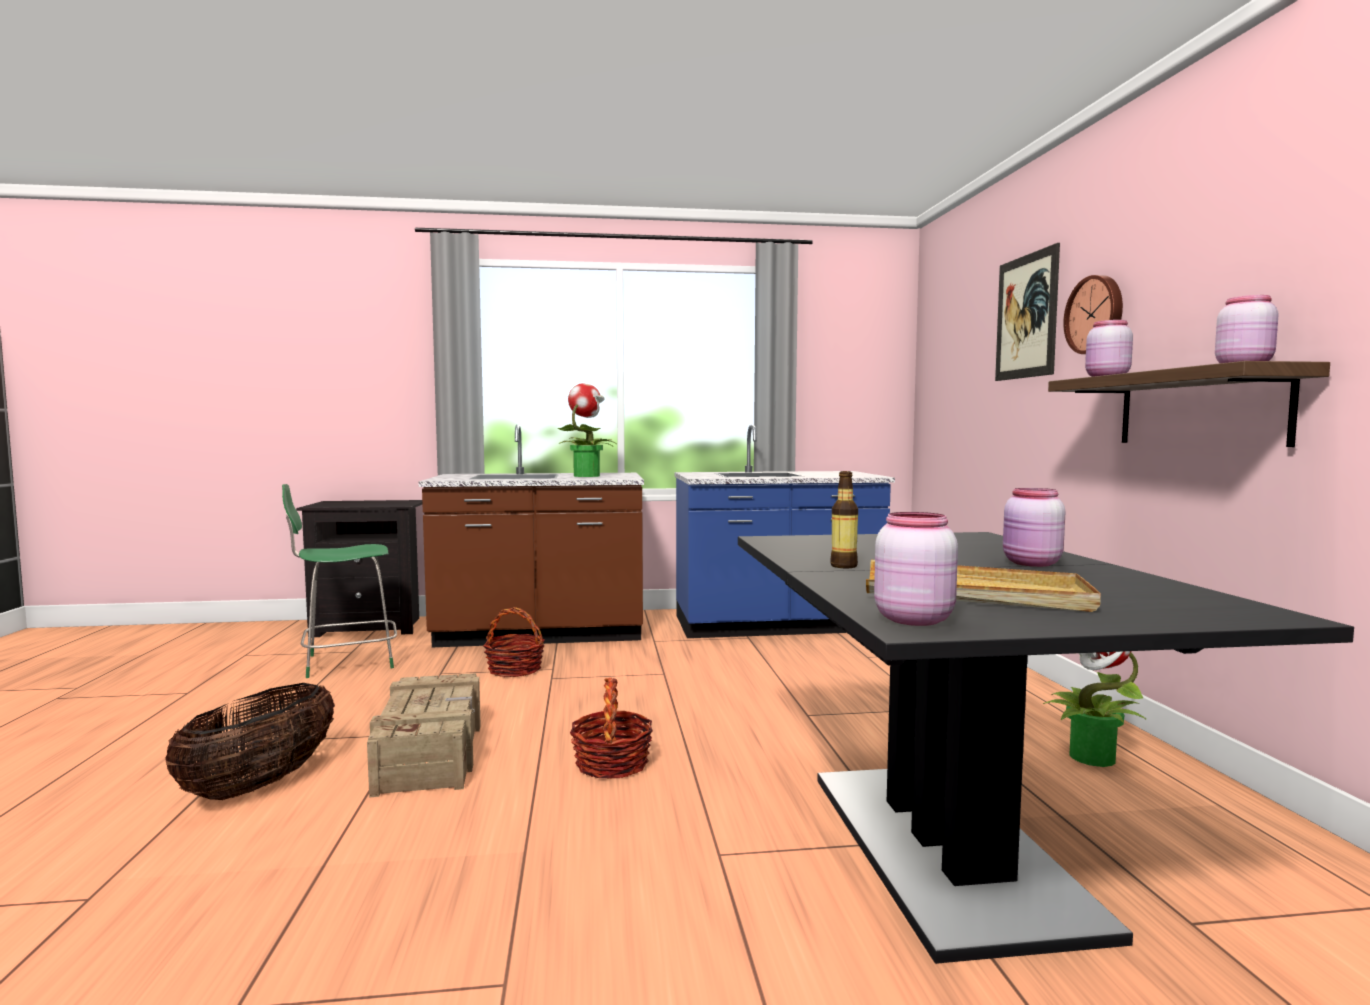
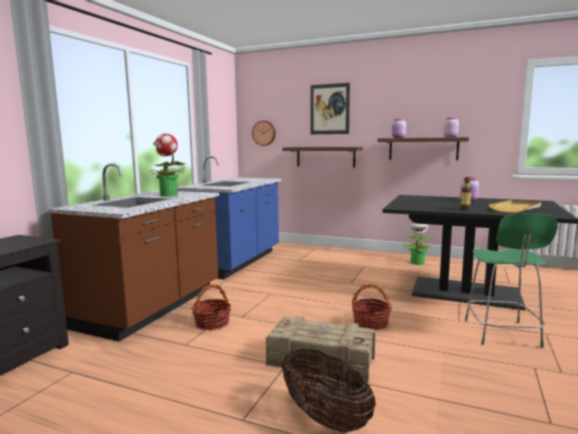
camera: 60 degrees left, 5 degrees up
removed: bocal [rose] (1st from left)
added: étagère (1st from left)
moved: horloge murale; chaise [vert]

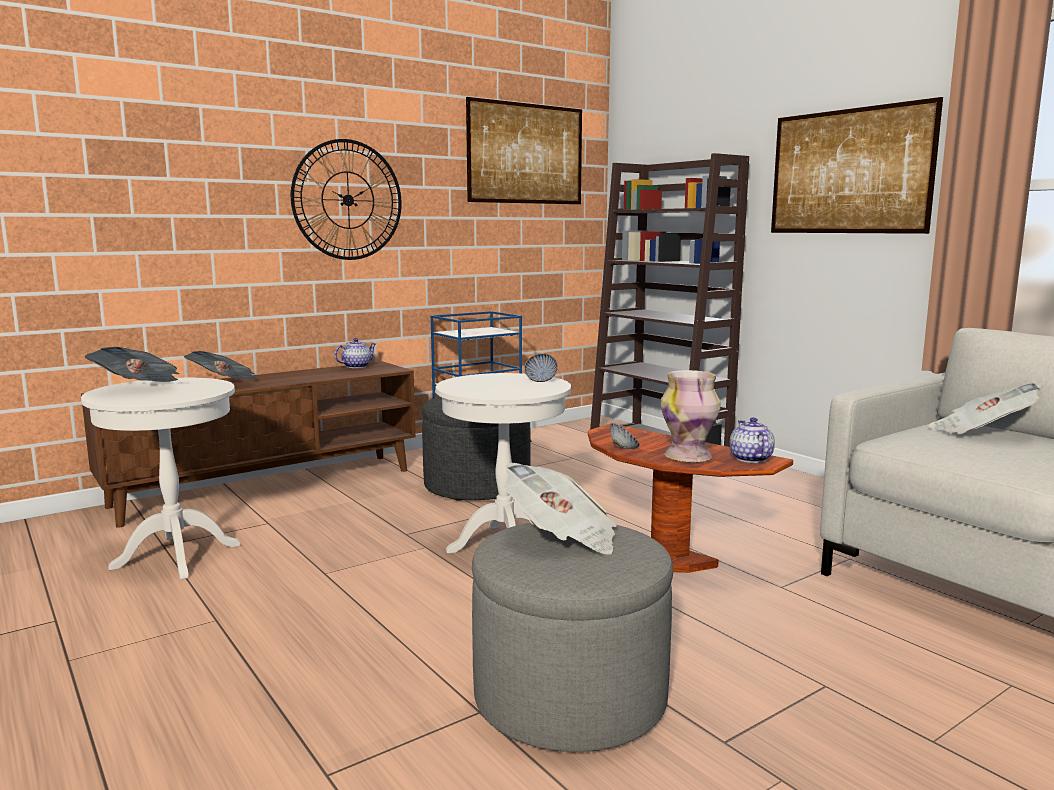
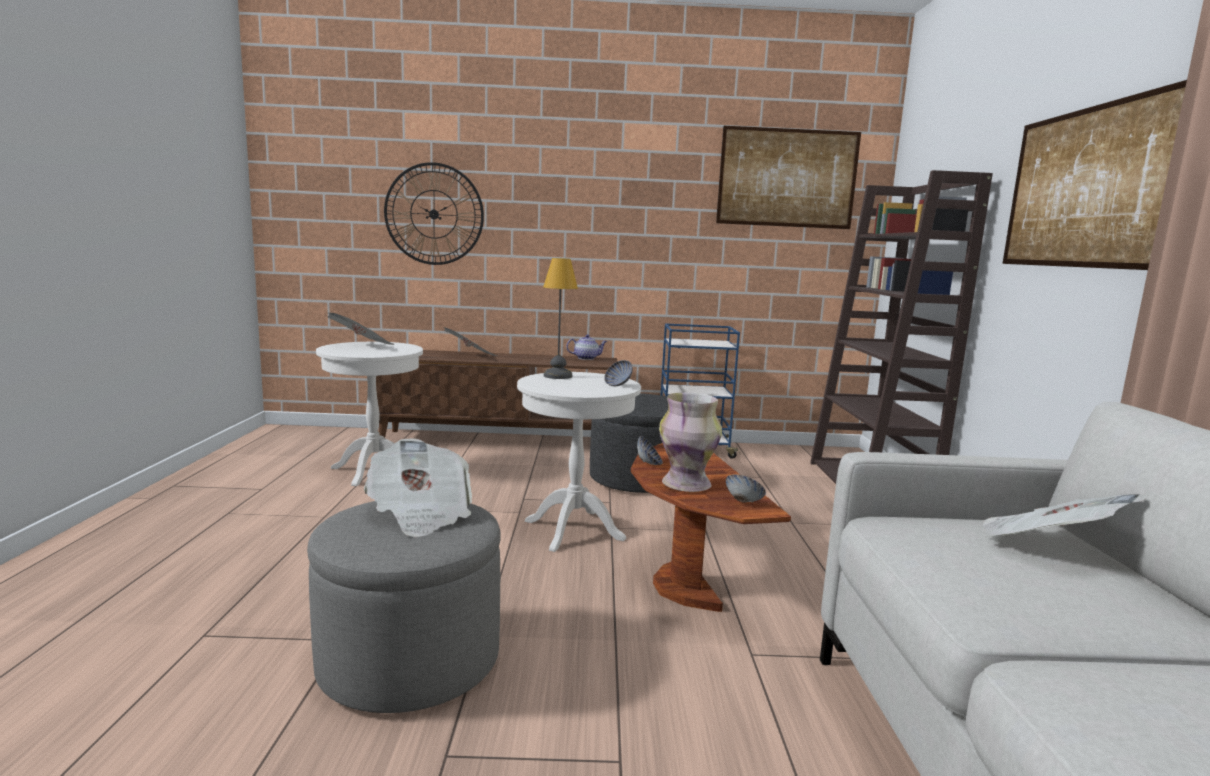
camera: 35 degrees right, 0 degrees up
added: lampe de table
moved: horloge murale
replaced: théière (2nd from left) to bol (3rd from left)

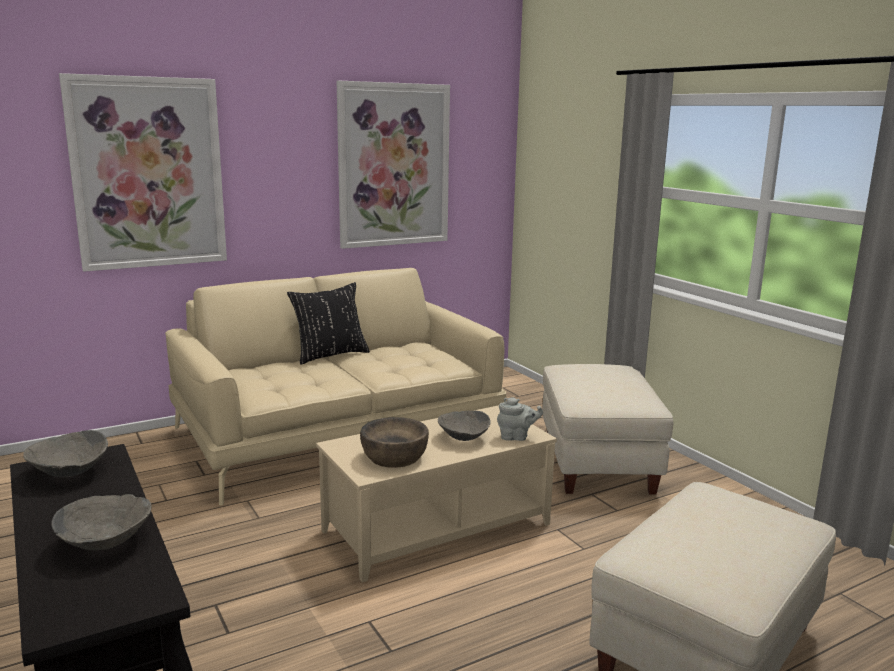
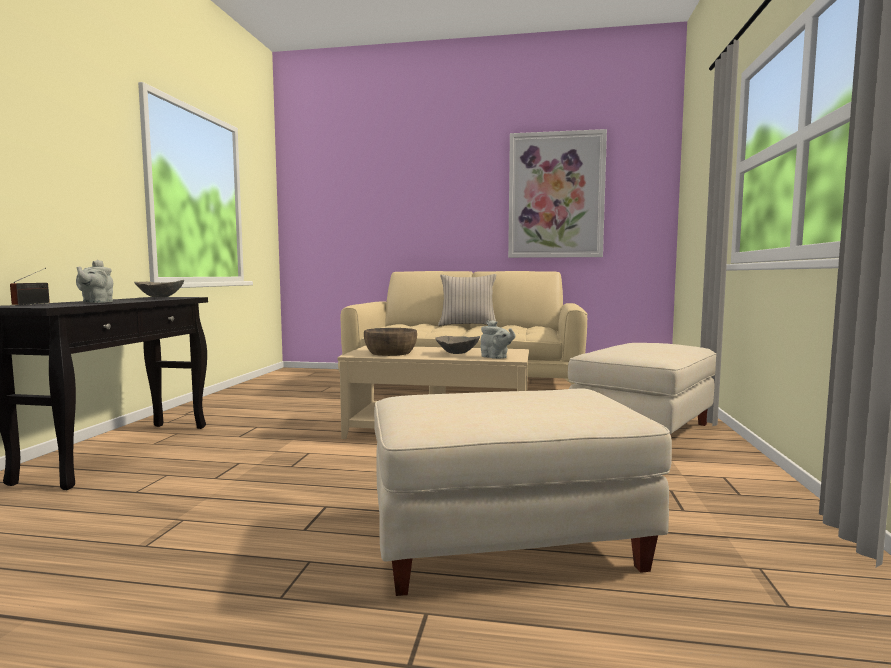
camera: 40 degrees right, 10 degrees down
removed: tableau (1st from left)
added: radio
replaced: bol [gris] (2nd from left) to théière [gris] (1st from left)
recoloured: coussin [noir] to coussin [beige]

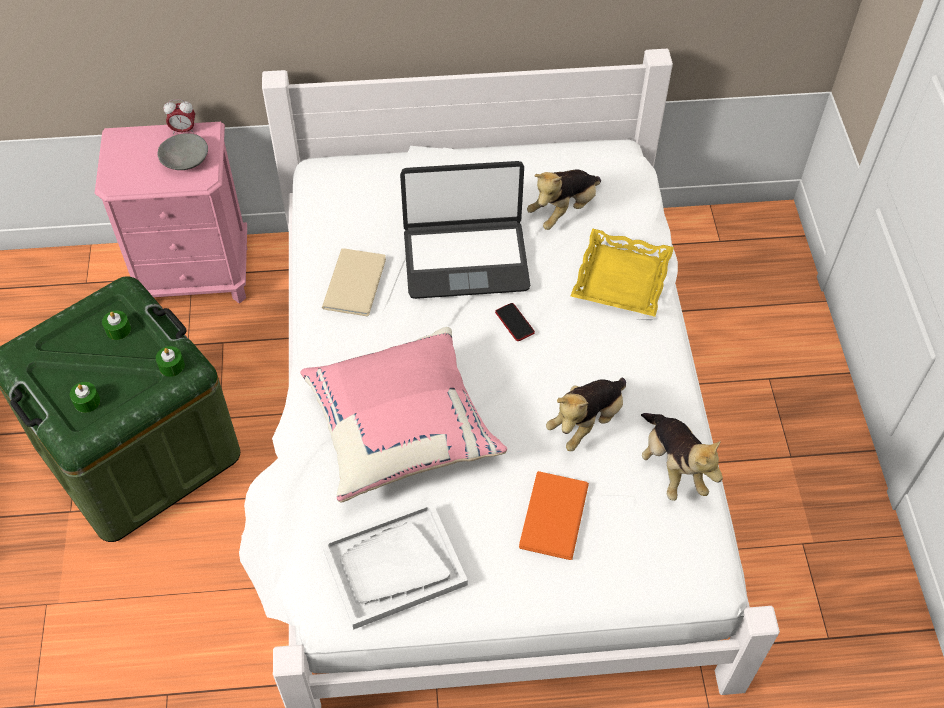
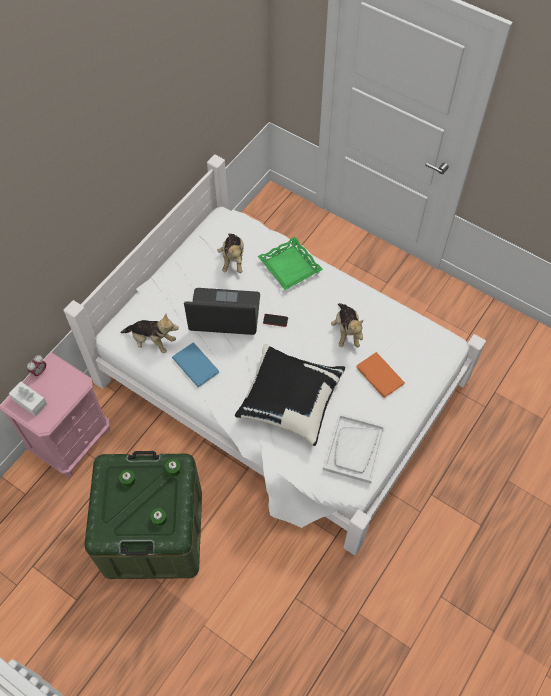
camera: 50 degrees left, 5 degrees up
removed: bol [gris]
added: boîte à mouchoirs [blanc]
moved: peluche (3rd from left in the first image) to peluche (1st from left)
recoloured: plateau [jaune] to plateau [vert]; livre [beige] to livre [bleu]; coussin [rose] to coussin [noir]
turned: ordinateur portable 120 degrees counterclockwise

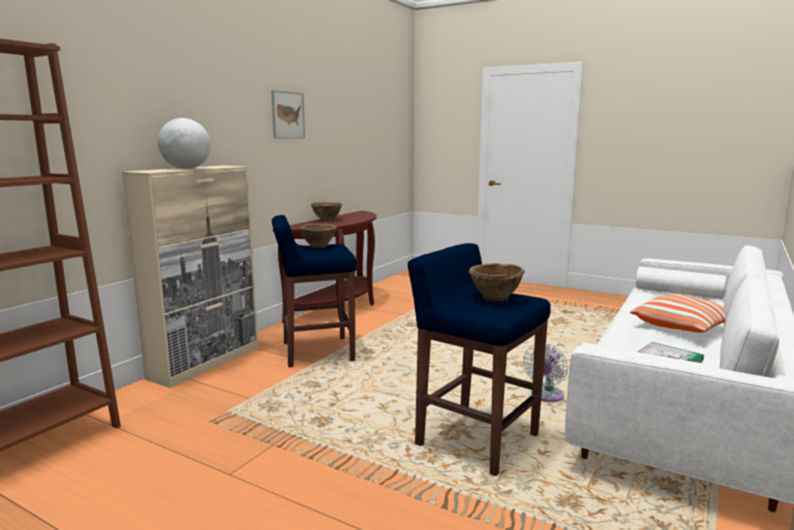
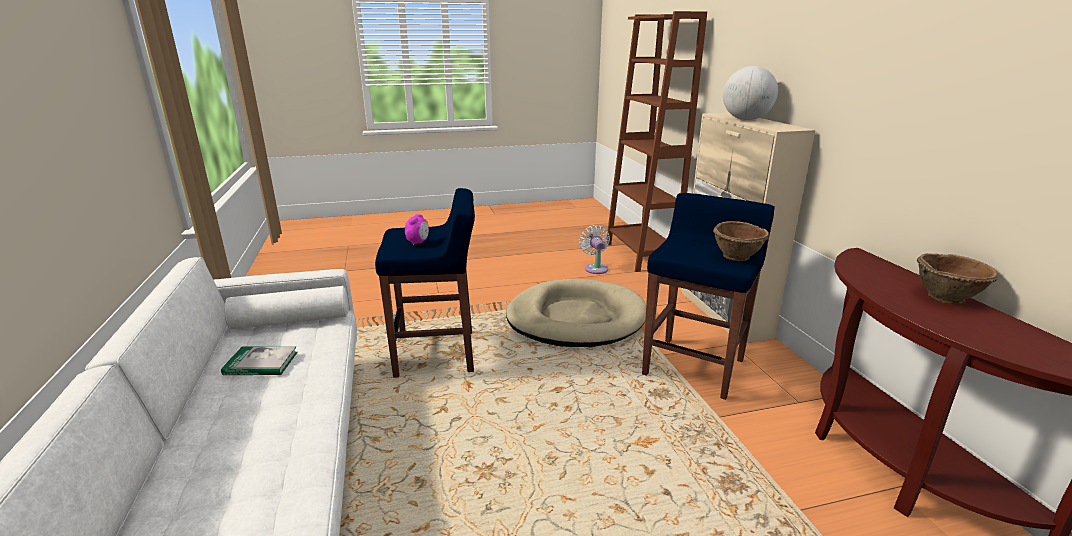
camera: 135 degrees right, 10 degrees up
removed: tableau; coussin
added: panier pour chien [beige]
moved: ventilateur [blanc]
replaced: bol [marron] (3rd from left) to réveil

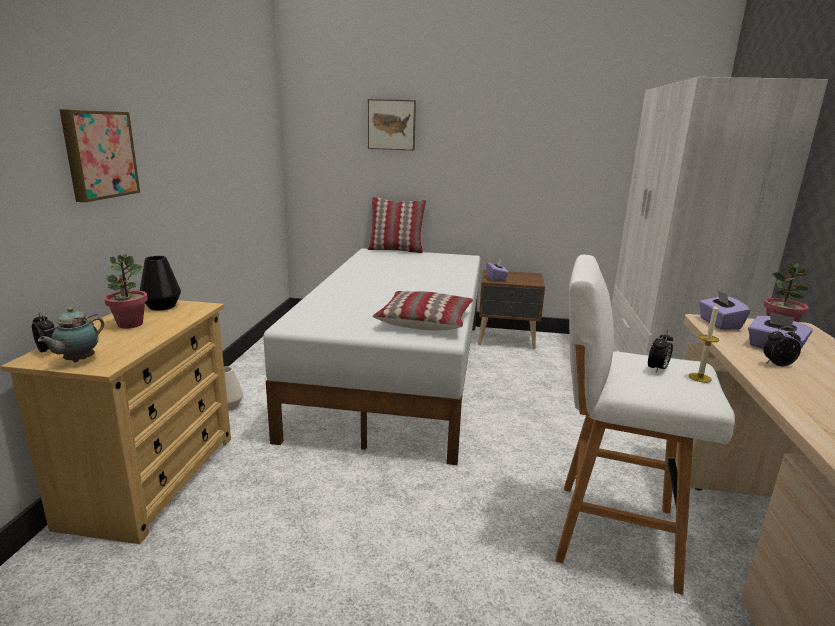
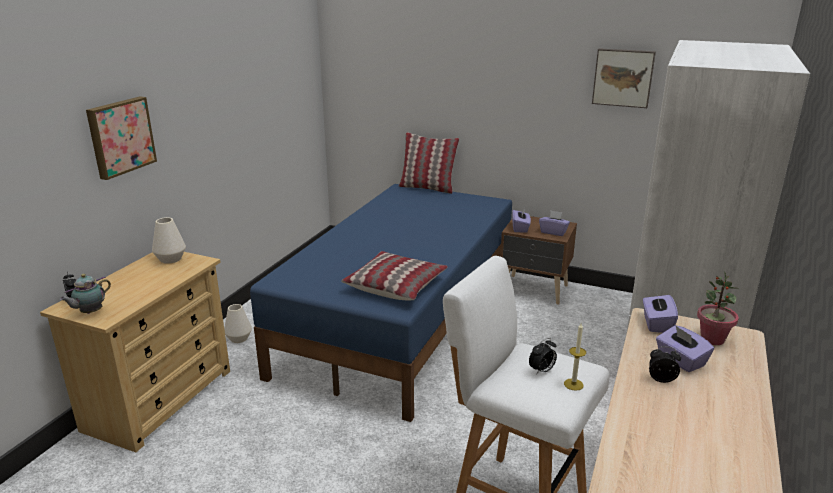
camera: 15 degrees right, 5 degrees up
removed: plante en pot (1st from left)
added: boîte à mouchoirs [violet] (2nd from left)
moved: tableau (2nd from left)
recoloured: lit [blanc] to lit [bleu]; vase [noir] to vase [blanc] (1st from left)

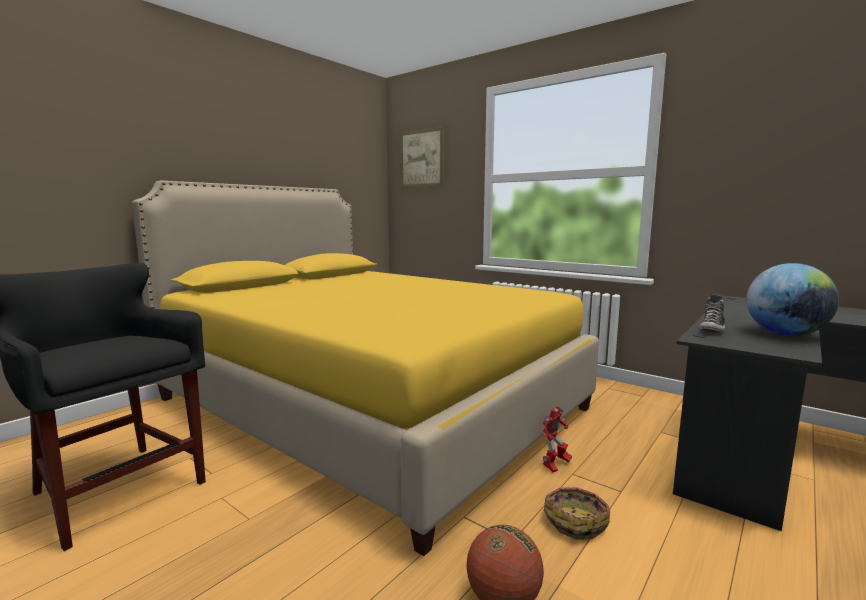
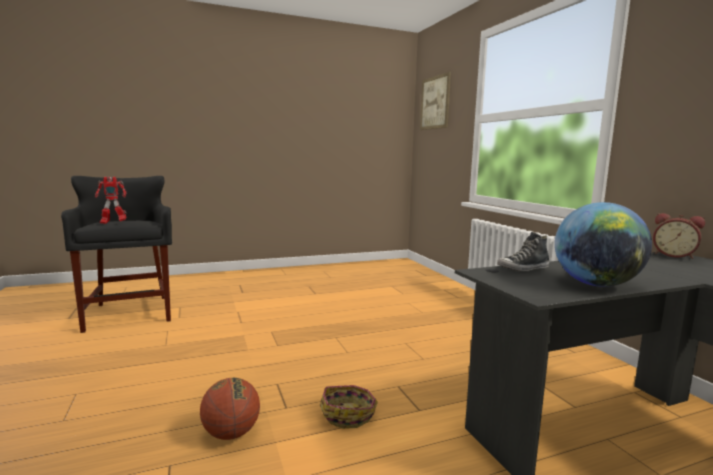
camera: 30 degrees right, 0 degrees up
removed: lit [jaune]
added: réveil
moved: robot jouet

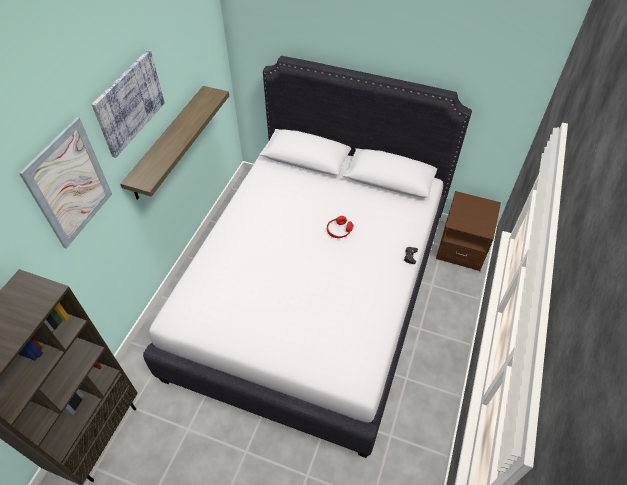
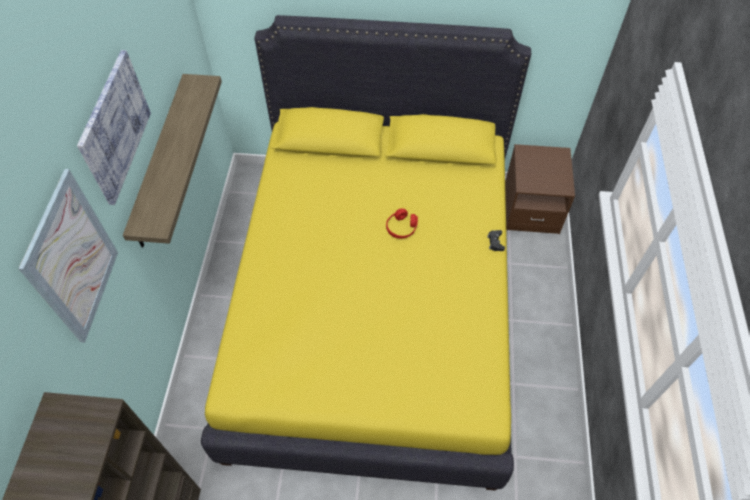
camera: 15 degrees left, 5 degrees up
recoloured: lit [blanc] to lit [jaune]

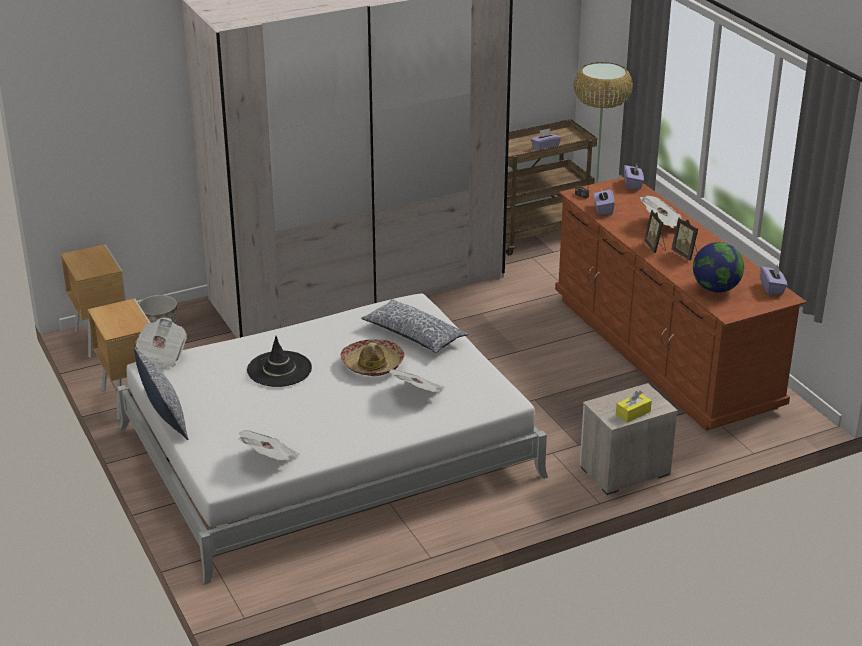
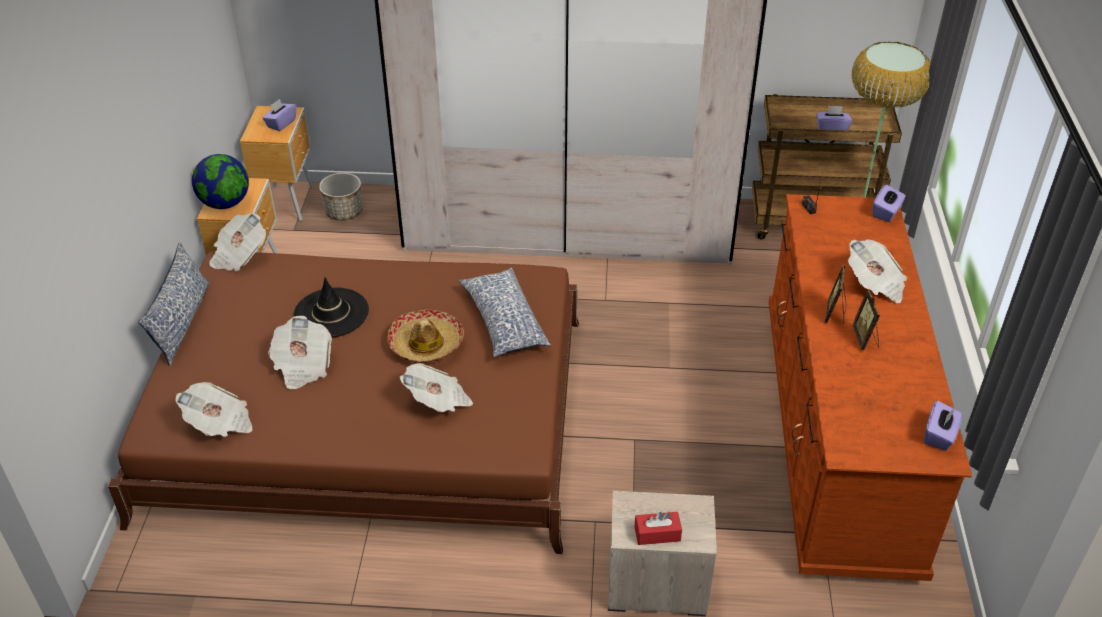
camera: 30 degrees right, 10 degrees up
added: journal (3rd from left)
moved: boîte à mouchoirs [violet] (2nd from left in the first image) to boîte à mouchoirs [violet] (1st from left); globe
recoloured: lit [blanc] to lit [marron]; boîte à mouchoirs [jaune] to boîte à mouchoirs [rouge]

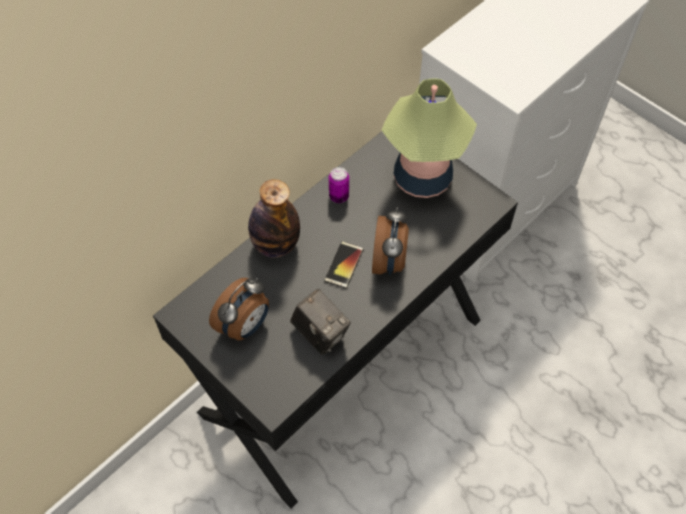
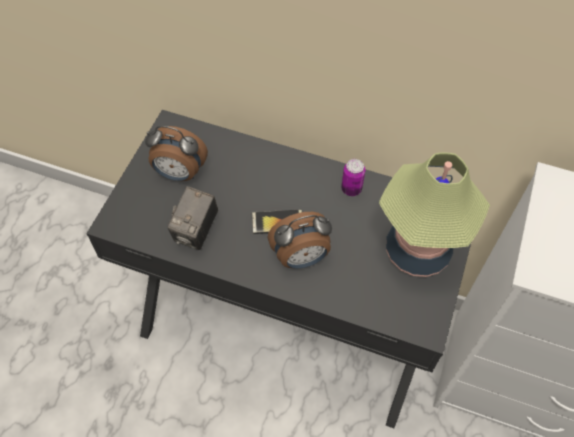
camera: 65 degrees right, 0 degrees up
removed: bouteille

